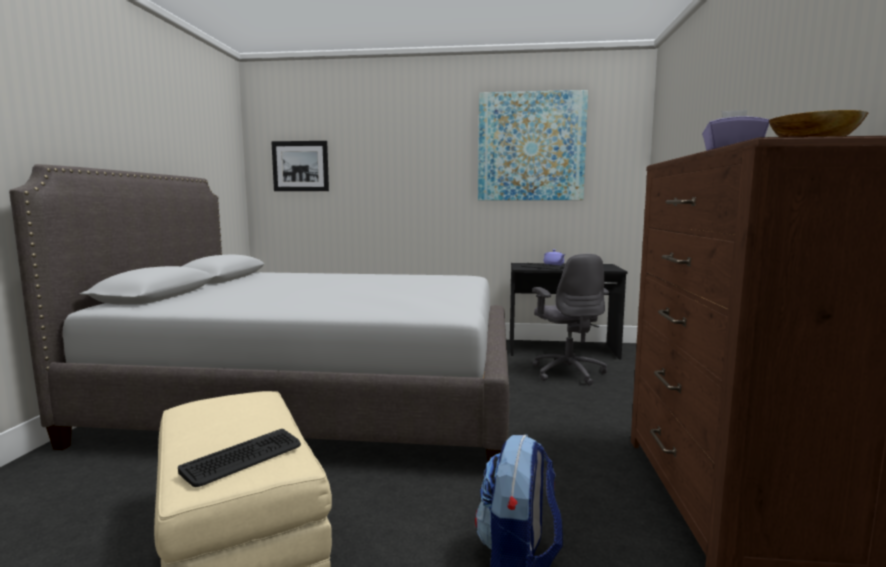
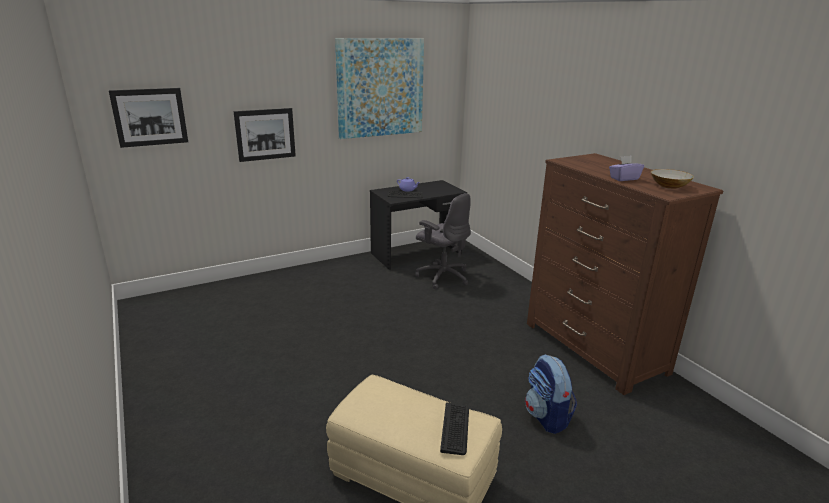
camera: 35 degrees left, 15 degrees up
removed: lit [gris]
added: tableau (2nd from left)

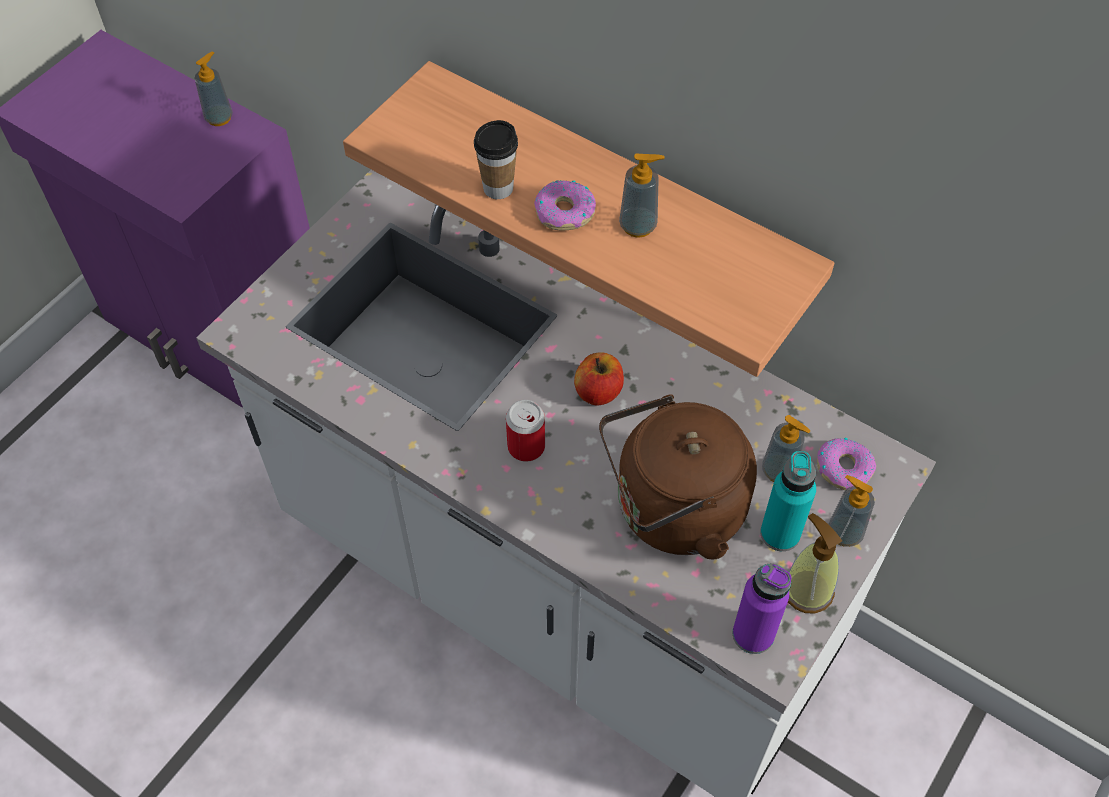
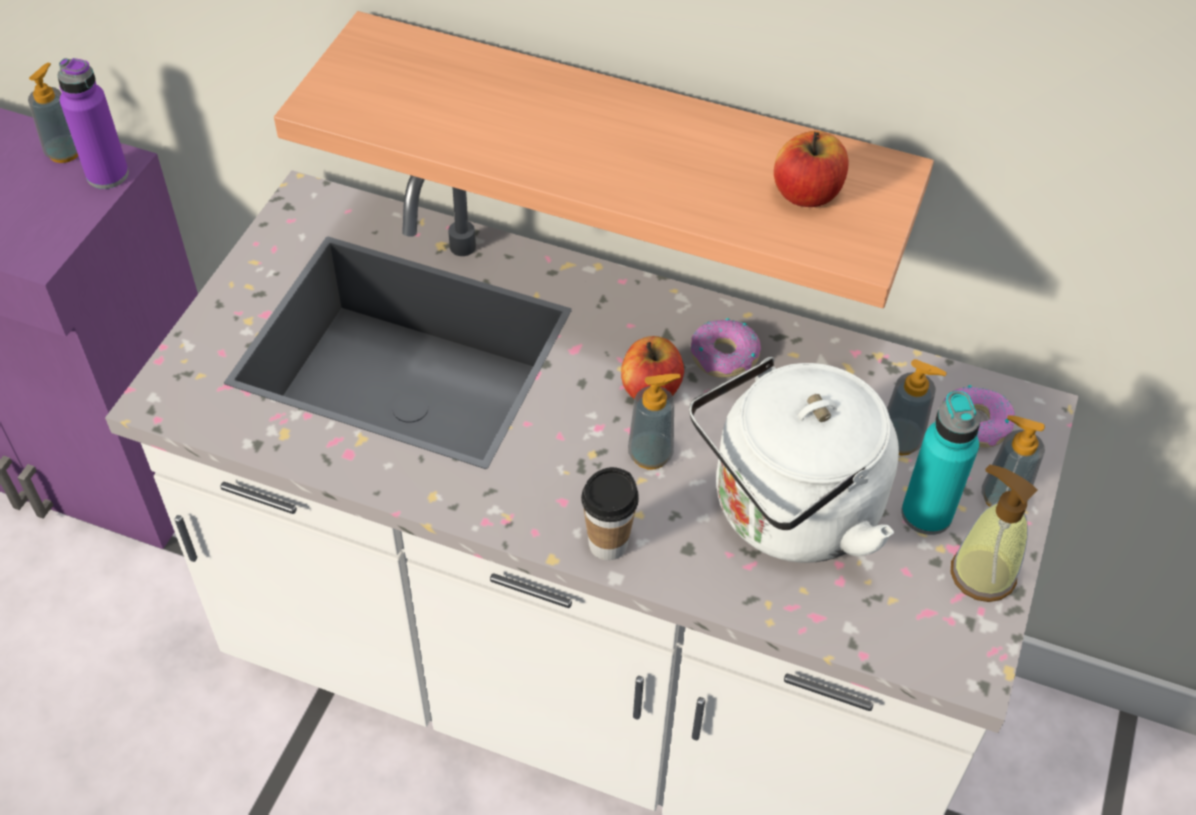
camera: 15 degrees left, 5 degrees down
removed: boîte métallique
added: pomme (2nd from left)
moved: tasse; distributeur de savon (2nd from left); beignet (1st from left); bouteille [violet]
recoloured: bouilloire [marron] to bouilloire [blanc]

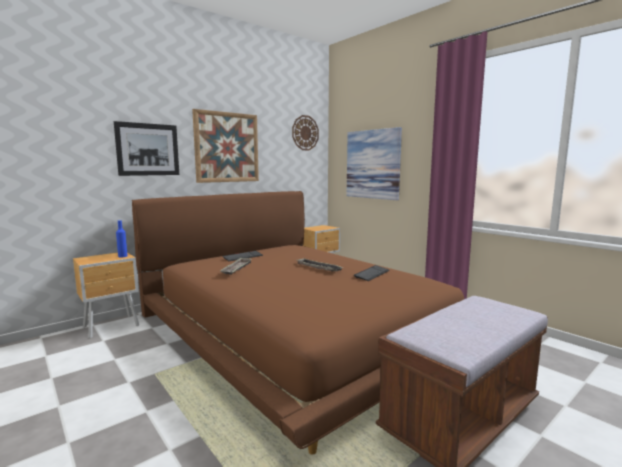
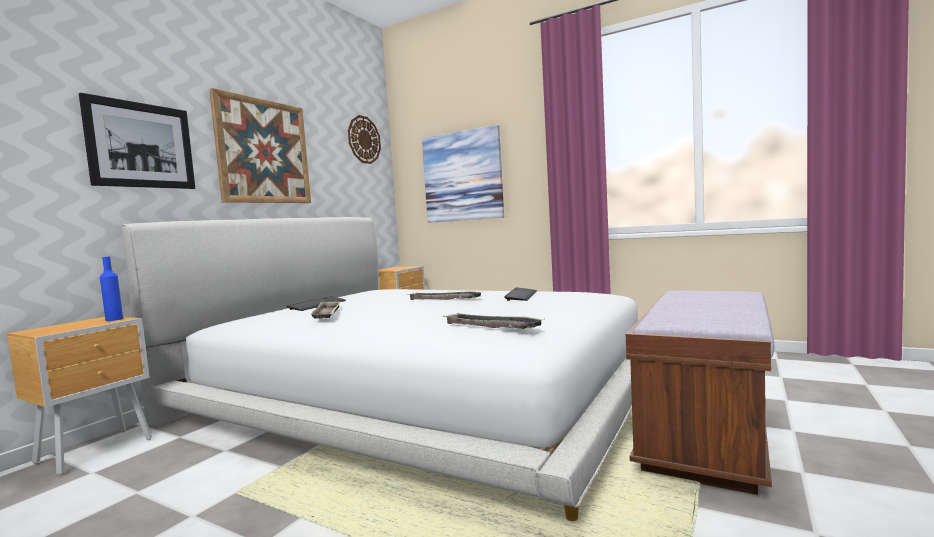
camera: 20 degrees left, 5 degrees down
added: plateau (3rd from left)
recoloured: lit [marron] to lit [blanc]

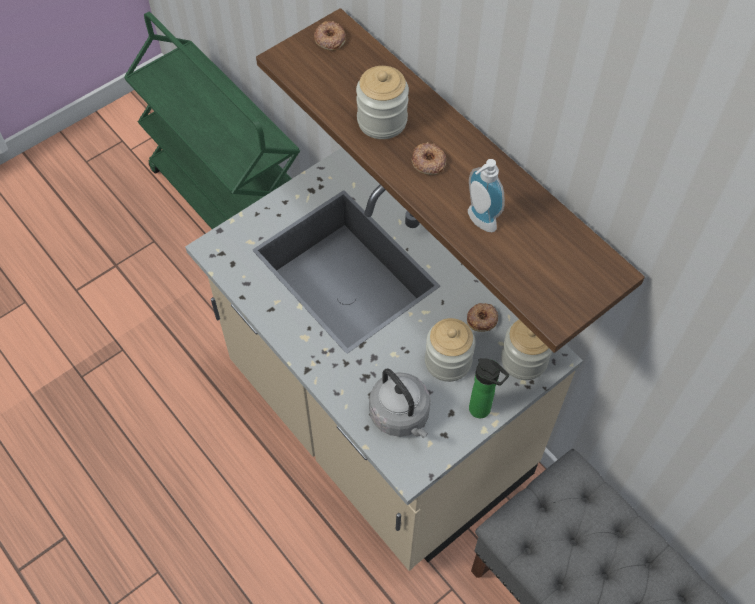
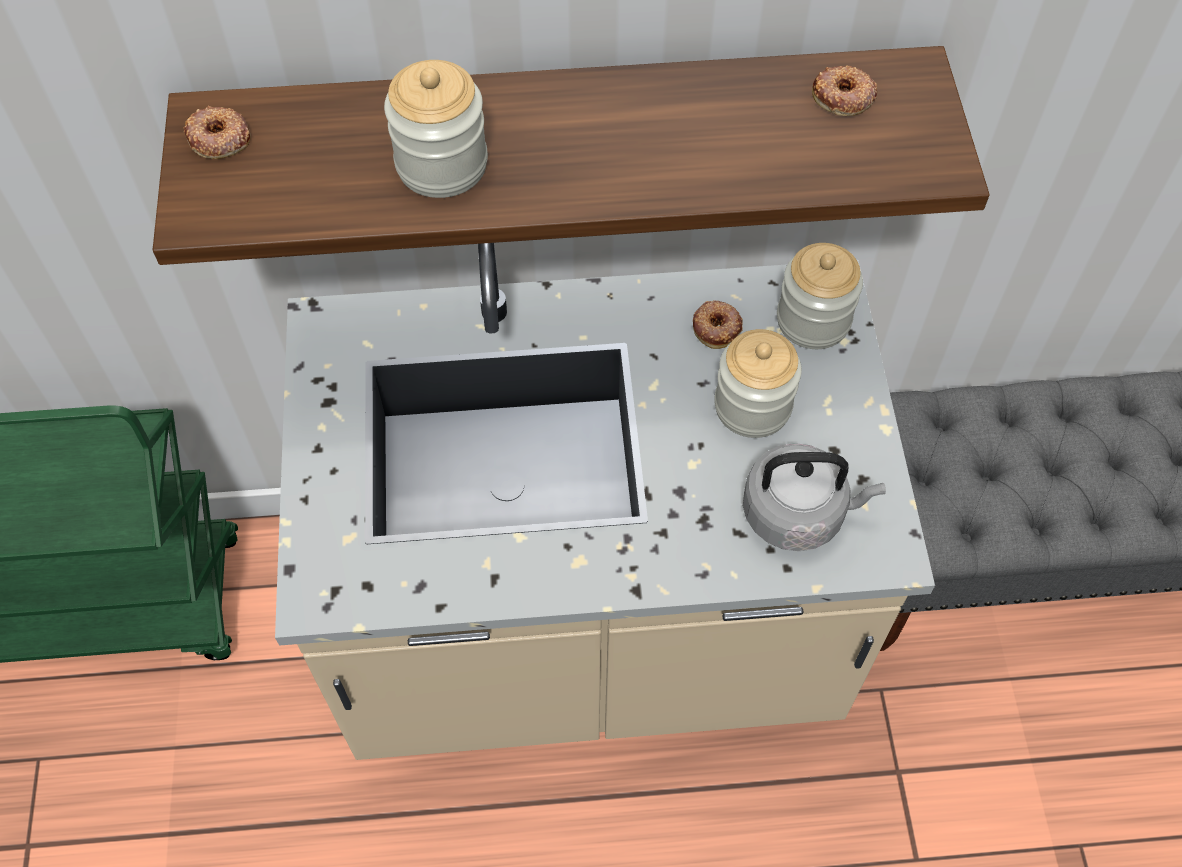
camera: 55 degrees left, 0 degrees up
removed: distributeur de savon; bouteille
moved: beignet (2nd from left in the first image) to beignet (3rd from left)

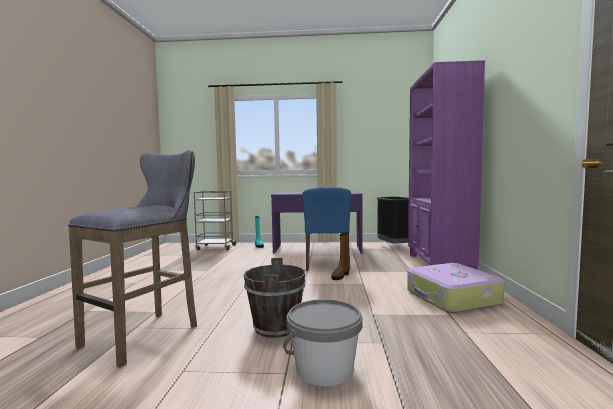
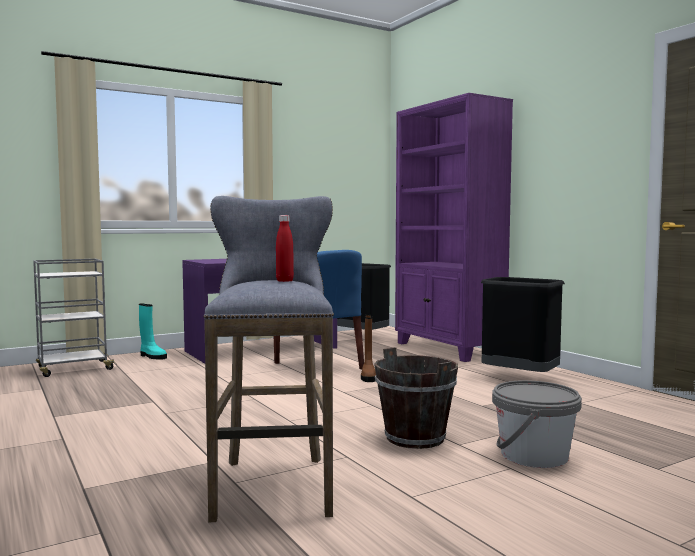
camera: 35 degrees left, 0 degrees up
added: bouteille [rouge]
replaced: valise to poubelle [noir] (2nd from left)

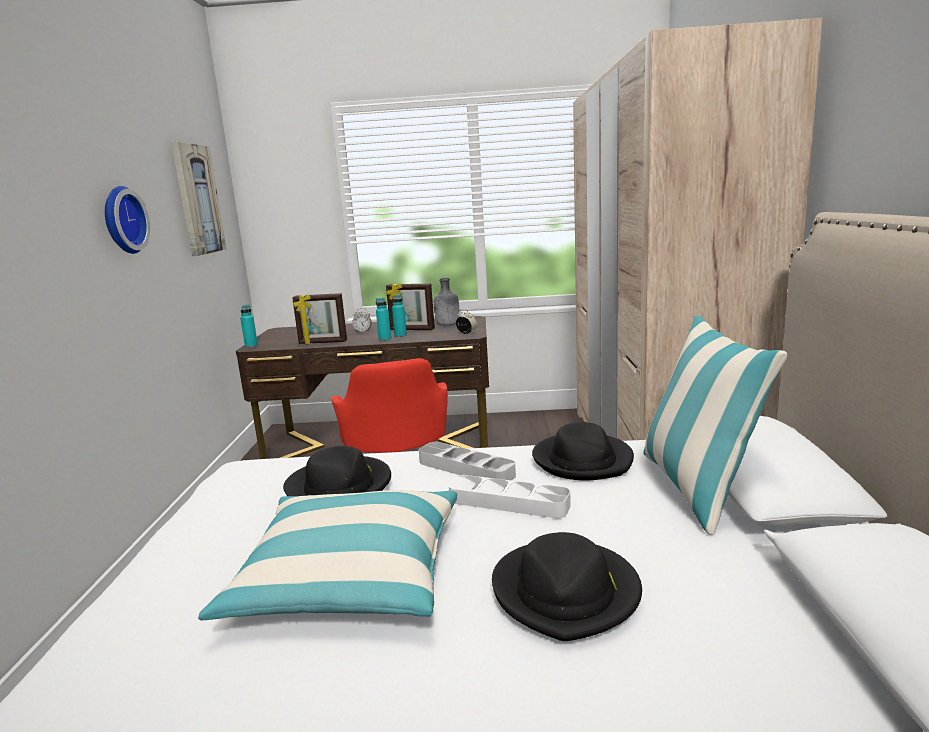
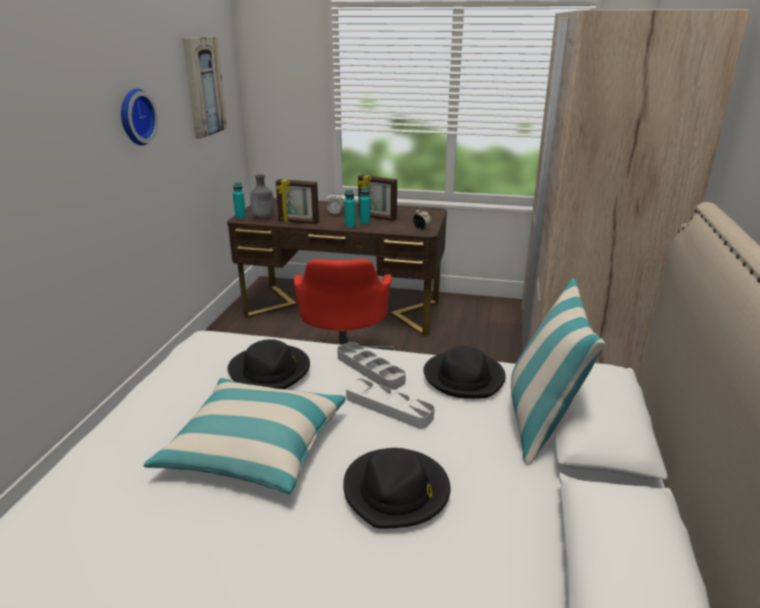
camera: 10 degrees right, 10 degrees up
moved: bouteille [gris]

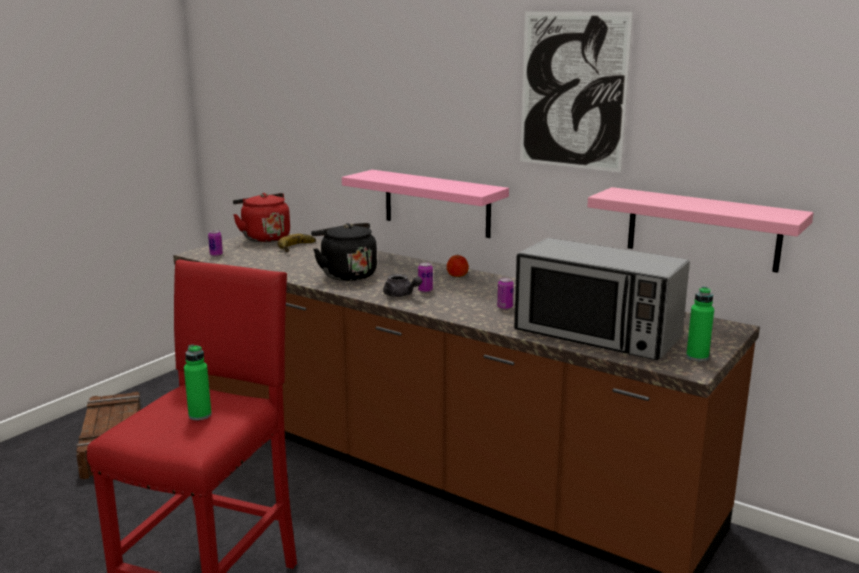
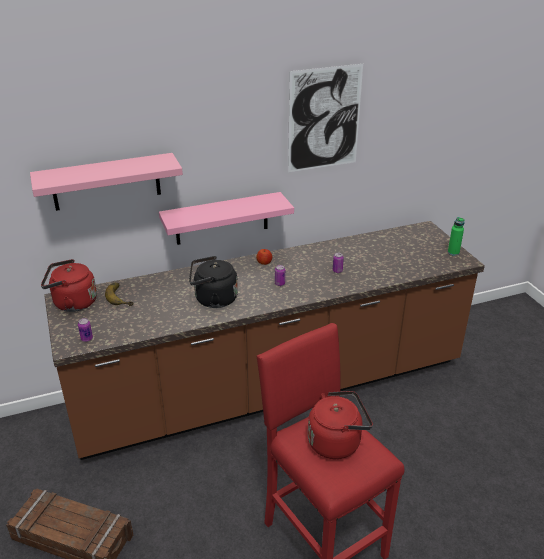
camera: 55 degrees left, 15 degrees up
removed: micro-ondes; théière [gris]
moved: étagère [rose] (2nd from left in the first image) to étagère [rose] (1st from left)
replaced: bouteille [vert] (1st from left) to bouilloire [rouge] (2nd from left)

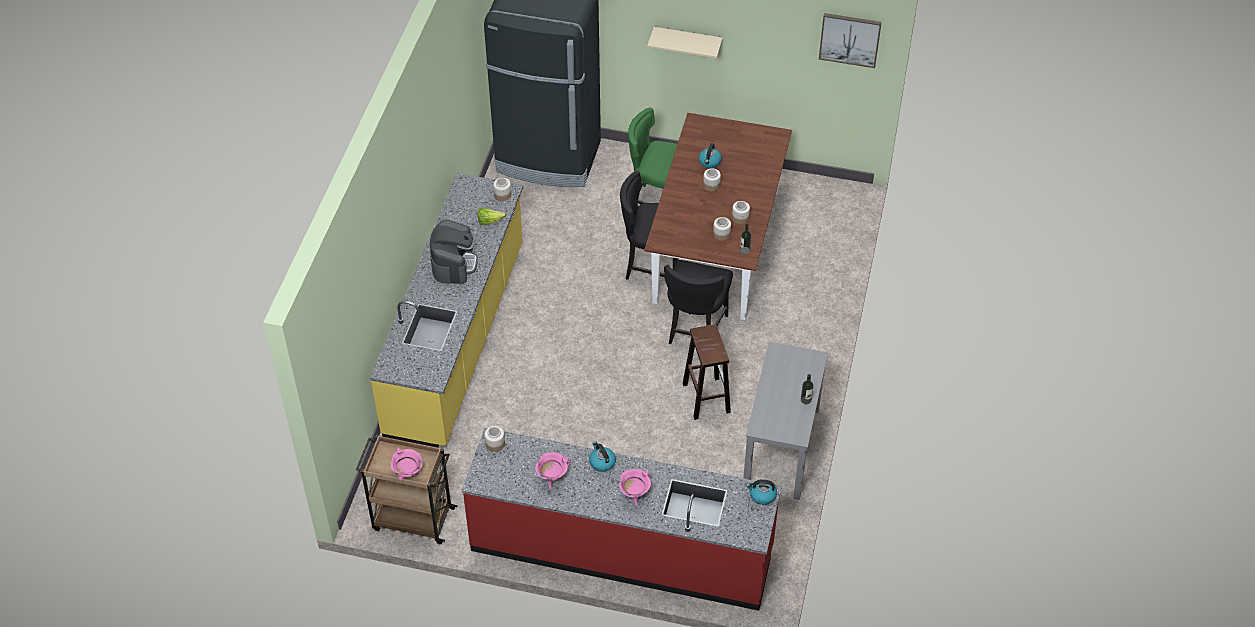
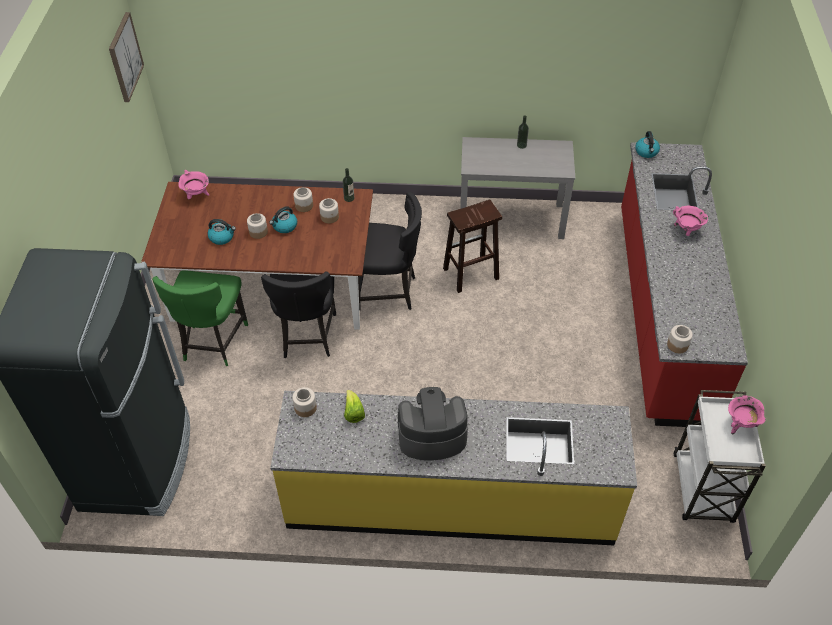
camera: 100 degrees left, 0 degrees up
removed: étagère [beige]
moved: bouilloire (1st from left in the first image) to bouilloire (2nd from left); marmite [rose] (2nd from left in the first image) to marmite [rose] (1st from left)
recoloured: chariot [marron] to chariot [blanc]

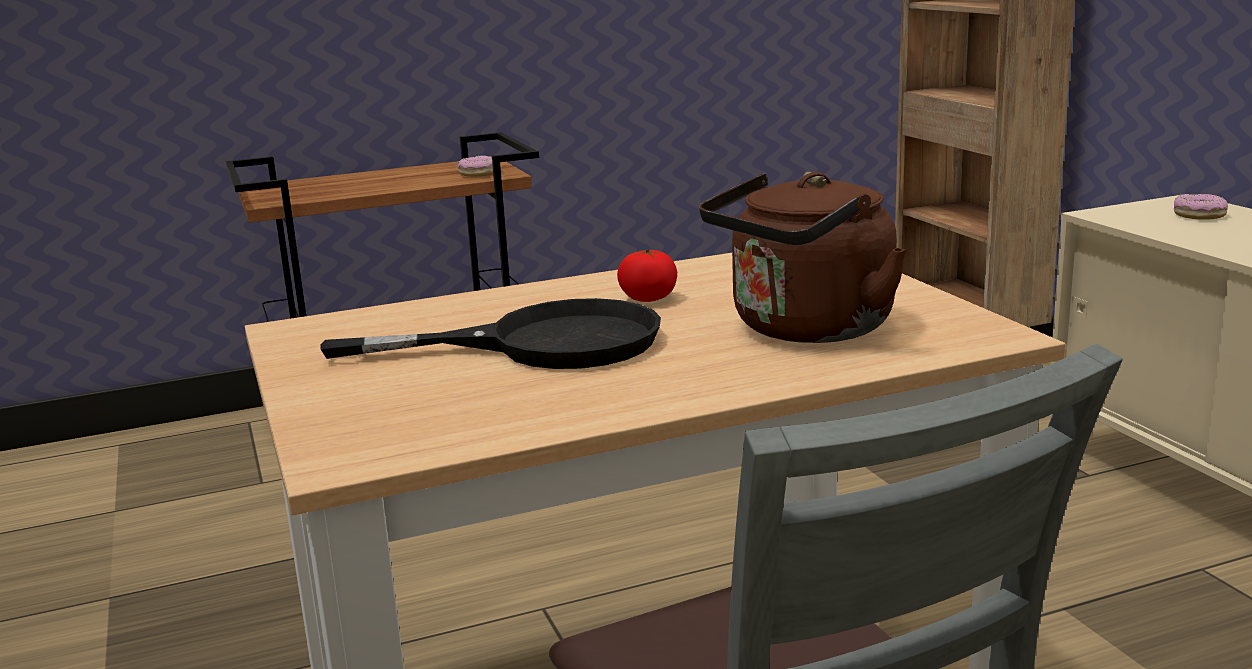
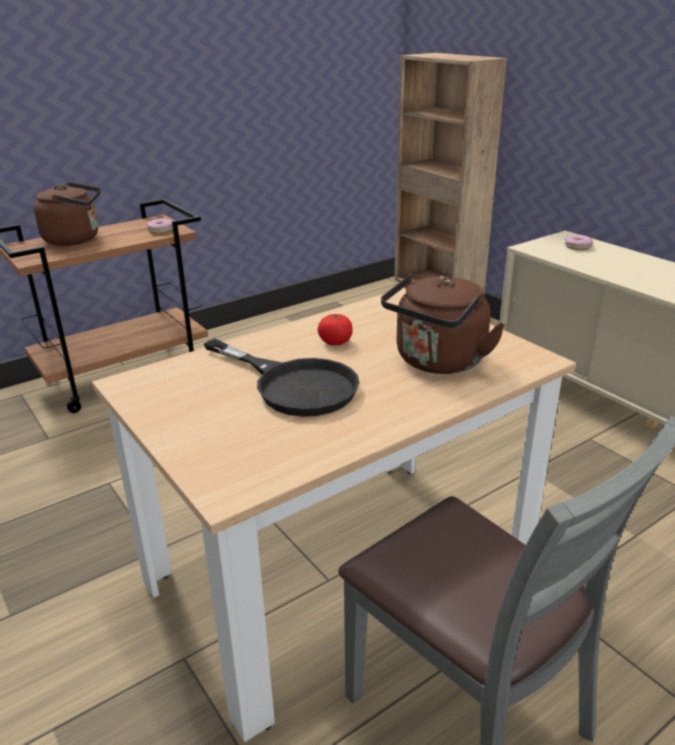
camera: 15 degrees left, 10 degrees up
added: bouilloire [marron] (1st from left)
turned: poêle [noir] 60 degrees clockwise

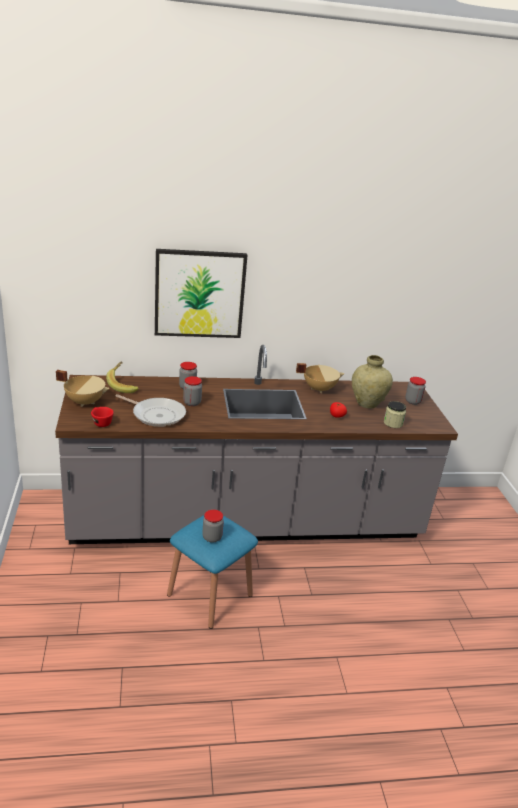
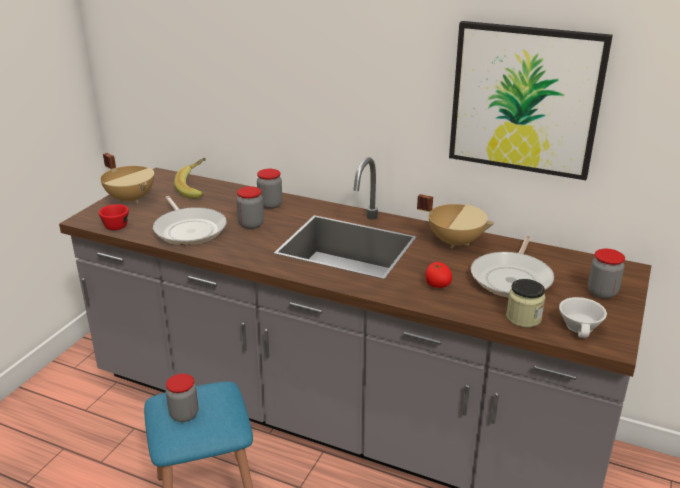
camera: 35 degrees right, 0 degrees up
added: tasse [blanc]
moved: tableau
replaced: vase [beige] to poêle (2nd from left)

